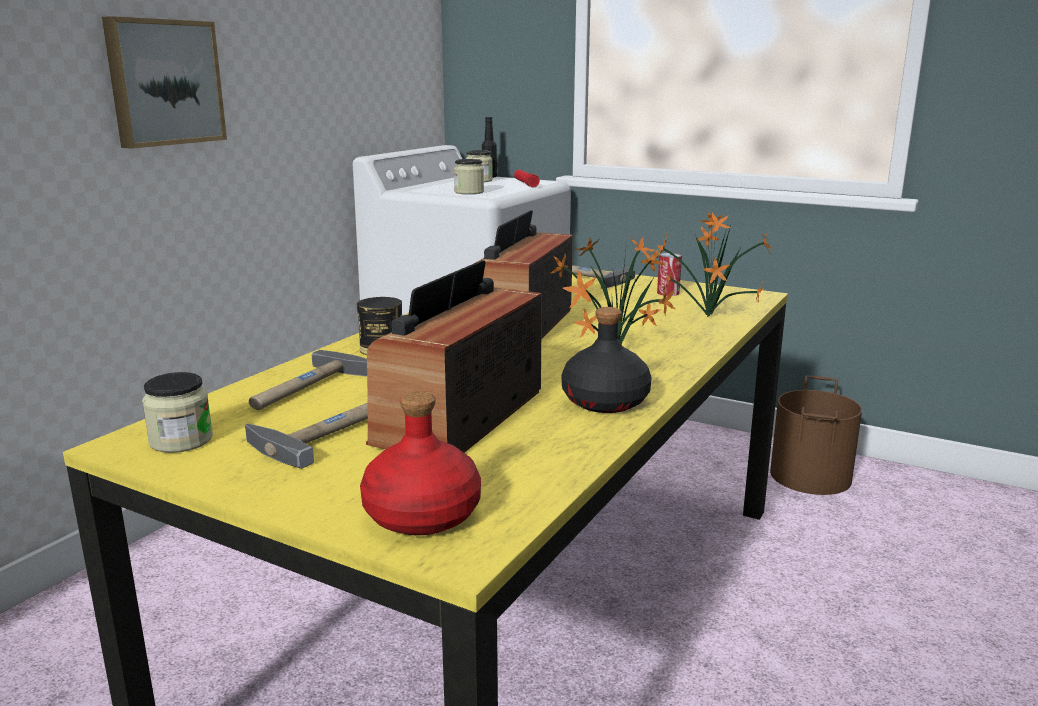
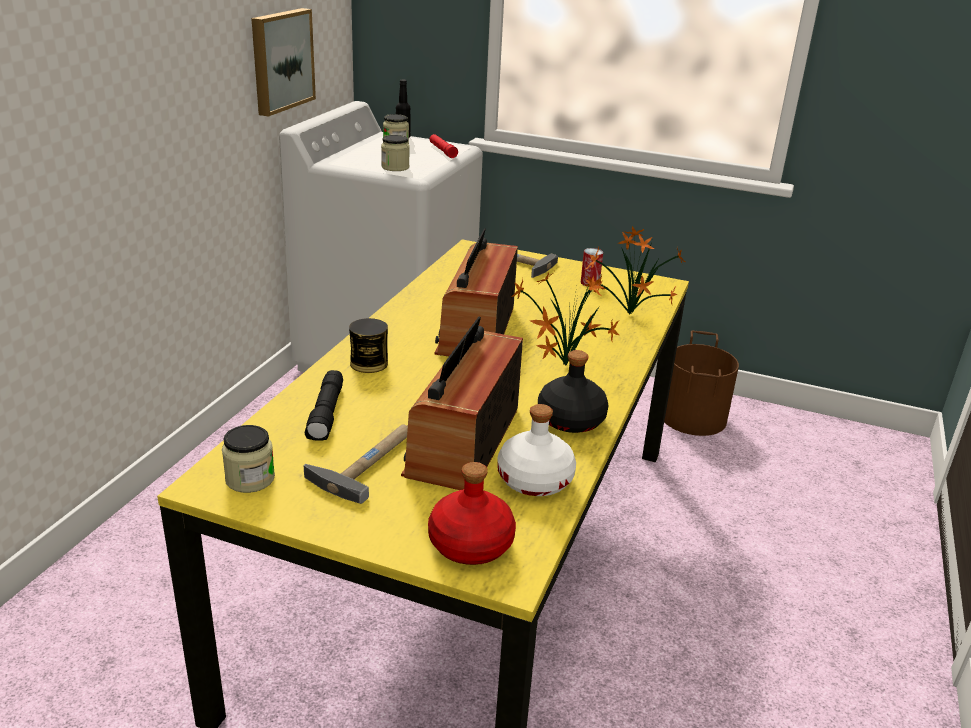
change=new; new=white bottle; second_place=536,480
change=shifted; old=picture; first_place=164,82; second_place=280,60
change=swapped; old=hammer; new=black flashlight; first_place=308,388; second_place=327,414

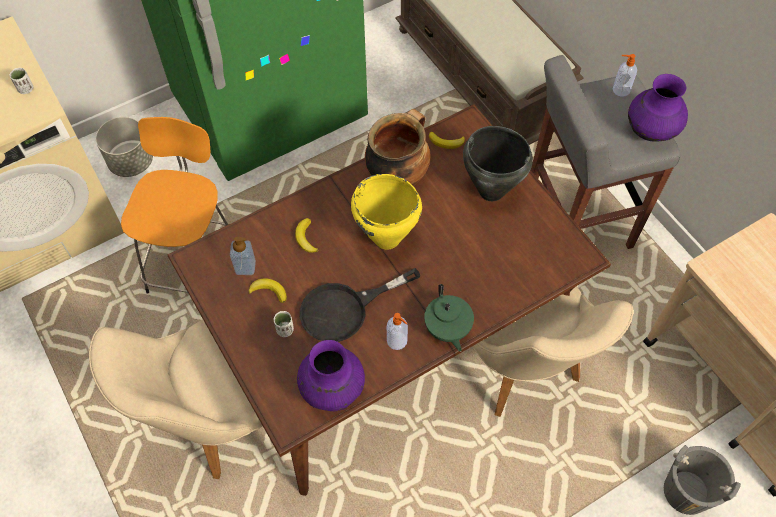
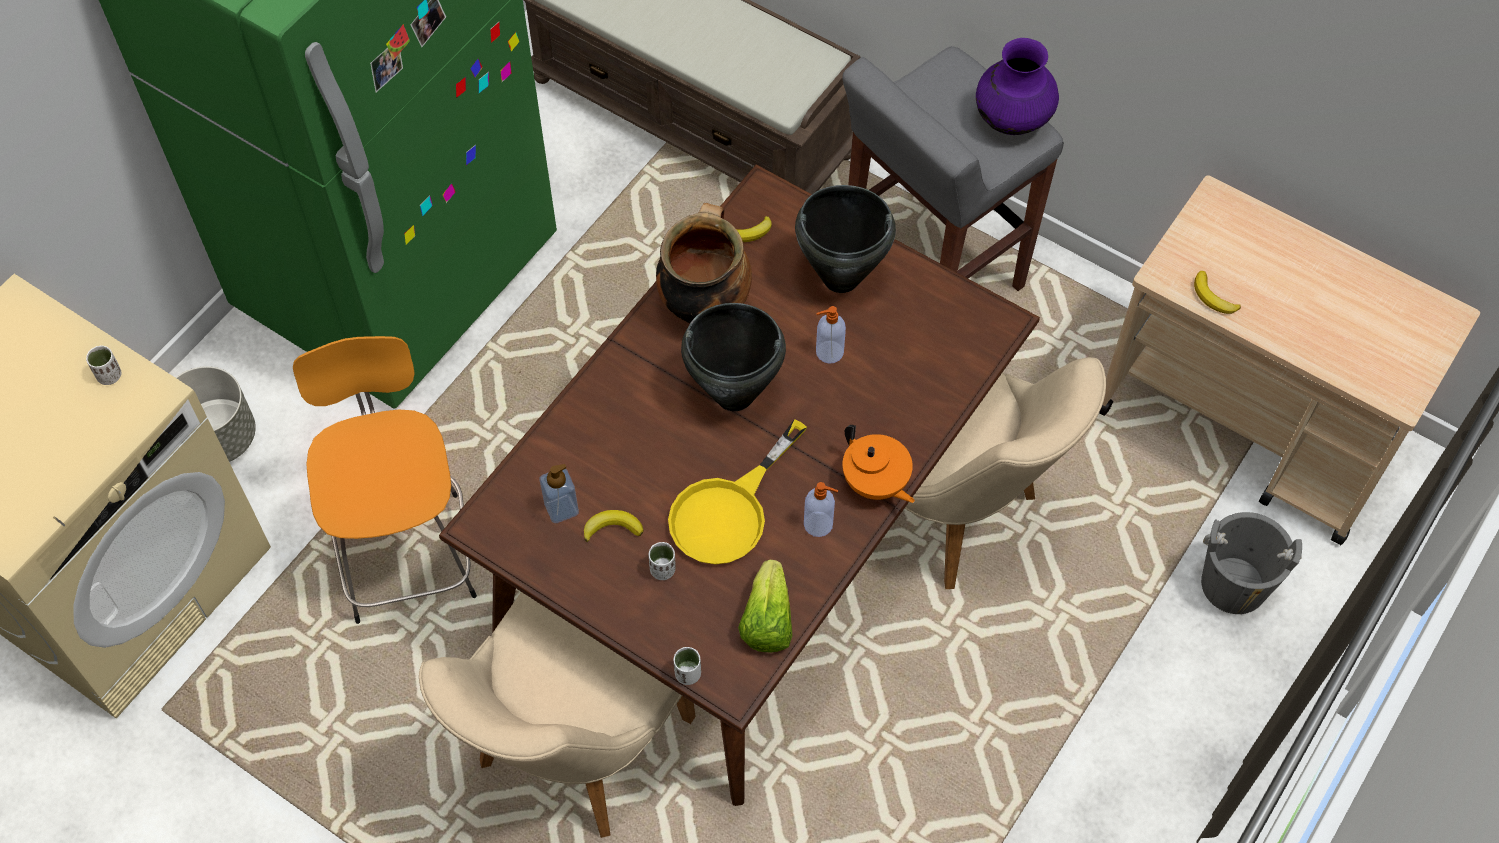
change=new; new=white cup; second_place=688,674
change=shifted; old=banana; first_place=306,238; second_place=1213,297
change=shifted; old=soap dispenser; first_place=620,90; second_place=828,352
change=swapped; old=purple vase; new=lettuce; first_place=332,390; second_place=767,620
change=repainted; old=black frying pan; new=yellow frying pan; first_place=345,309; second_place=729,511
change=repainted; old=yellow cooking pot; new=black cooking pot; first_place=387,239; second_place=735,395
change=repainted; old=green teapot; new=orange teapot; first_place=447,329; second_place=875,483

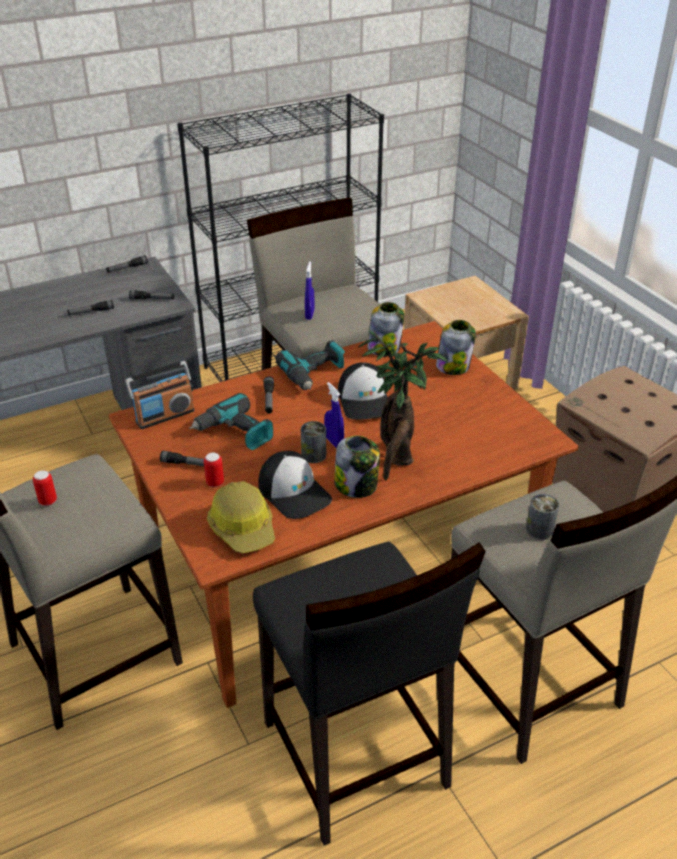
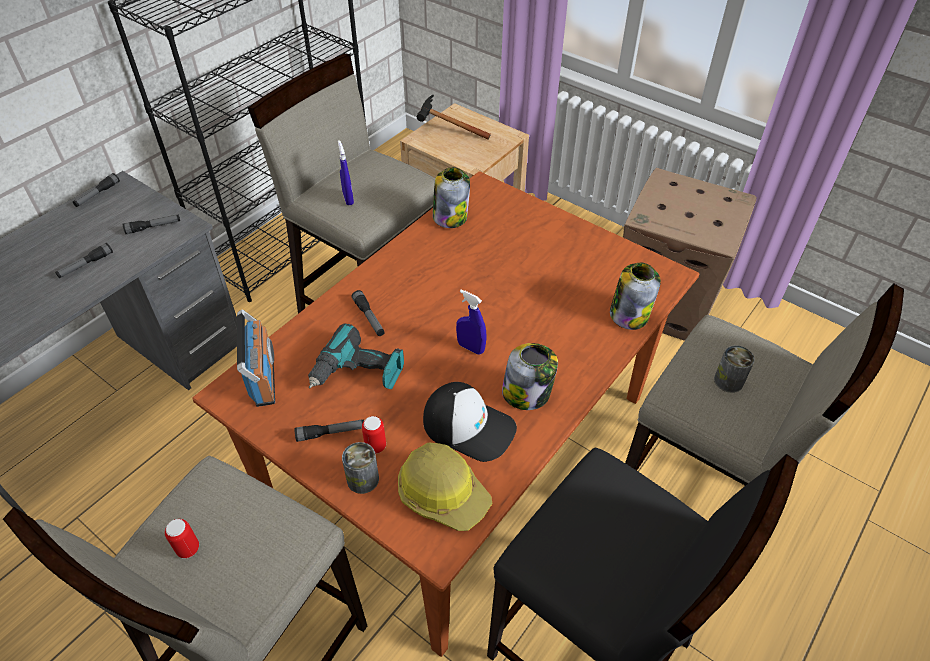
change=gone; old=power drill; first_place=314,374
change=gone; old=cap; first_place=365,400
change=gone; old=potted plant; first_place=396,457
change=new; new=hammer; second_place=445,130
change=shifted; old=can; first_place=313,455; second_place=363,479
change=shifted; old=jar; first_place=453,366; second_place=629,314
change=rotated; old=radio; first_place=165,416; second_place=263,378; degrees=-45

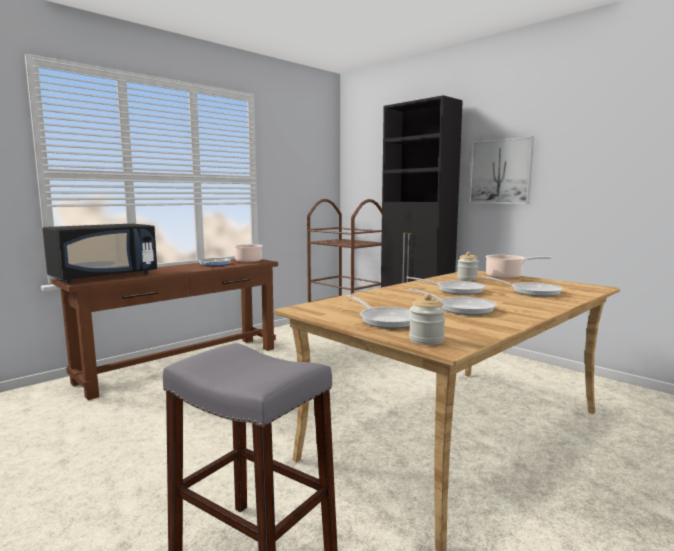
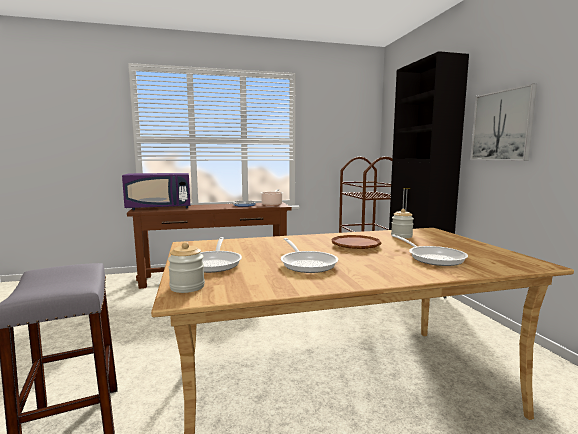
change=gone; old=cooking pot; first_place=506,277
change=swapped; old=frying pan; new=brown plate; first_place=455,290; second_place=355,245
change=repainted; old=black microwave; new=purple microwave; first_place=104,276; second_place=160,208

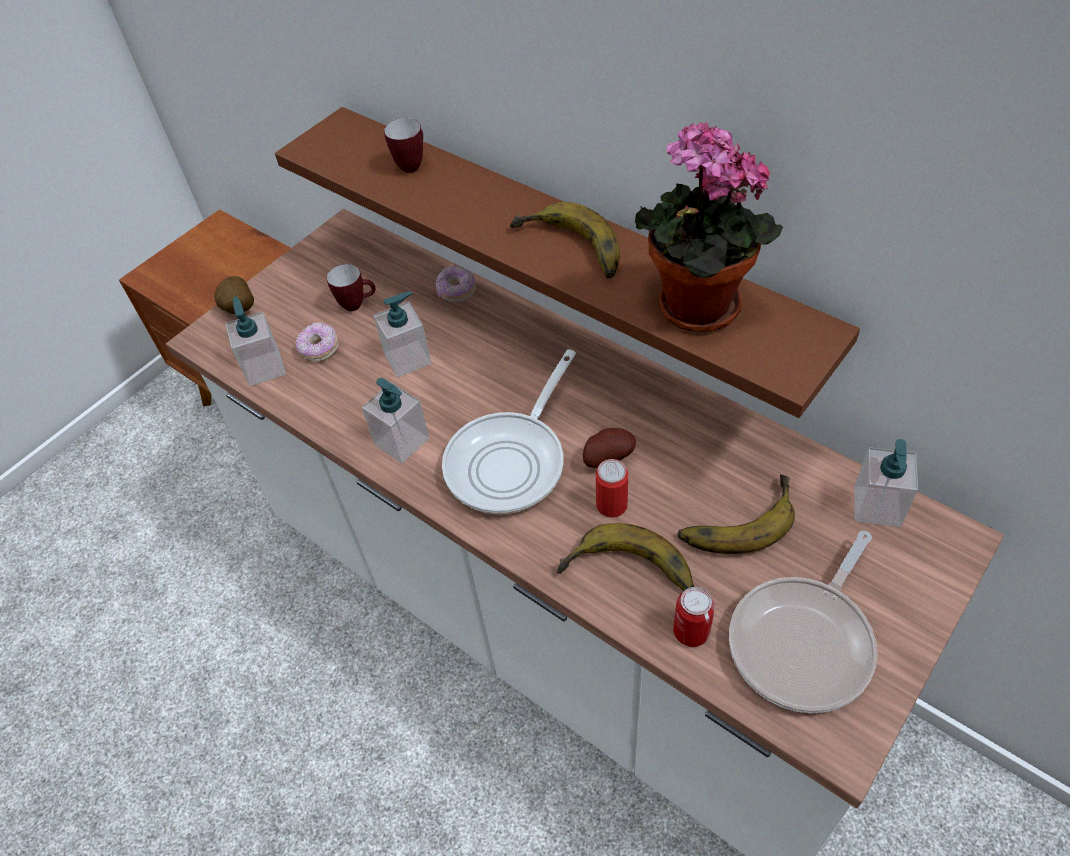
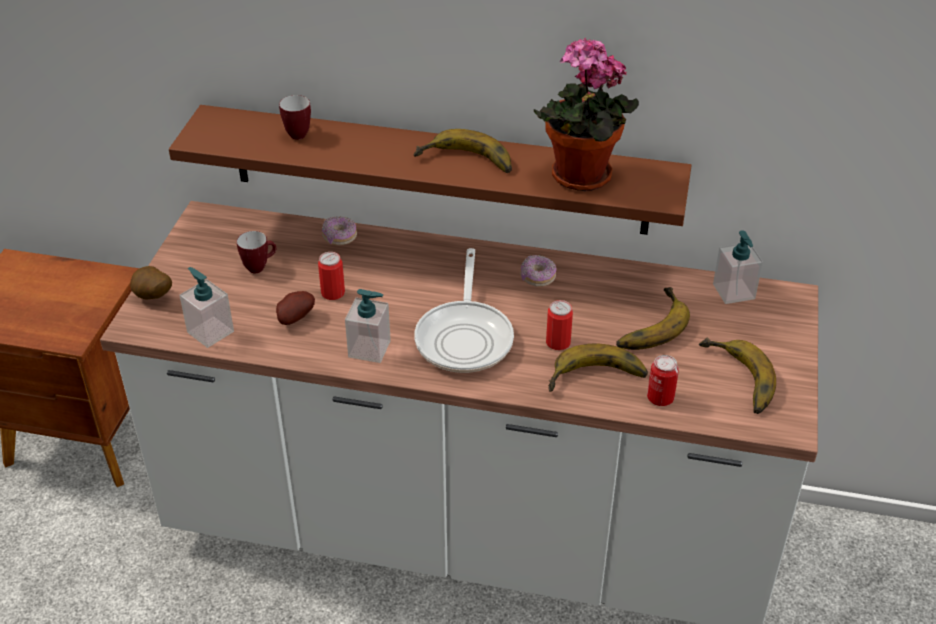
change=shifted; old=donut; first_place=319,349; second_place=537,277
change=shifted; old=potato; first_place=607,457; second_place=294,318
change=swapped; old=soap dispenser; new=can; first_place=408,358; second_place=333,293
change=swapped; old=frying pan; new=banana; first_place=804,642; second_place=734,380

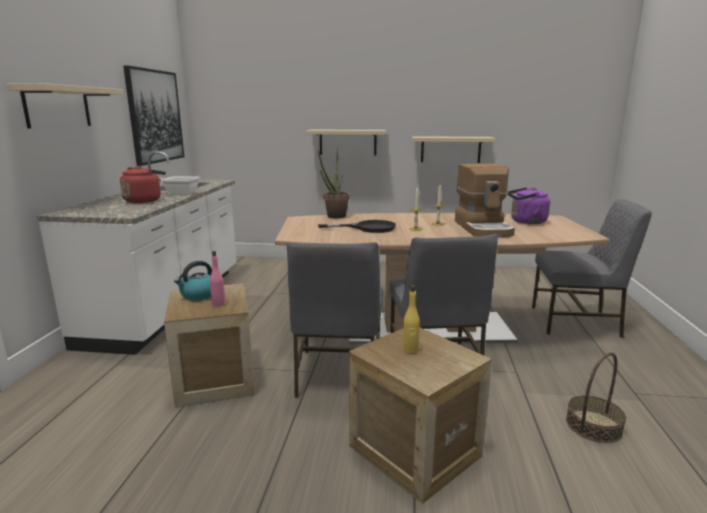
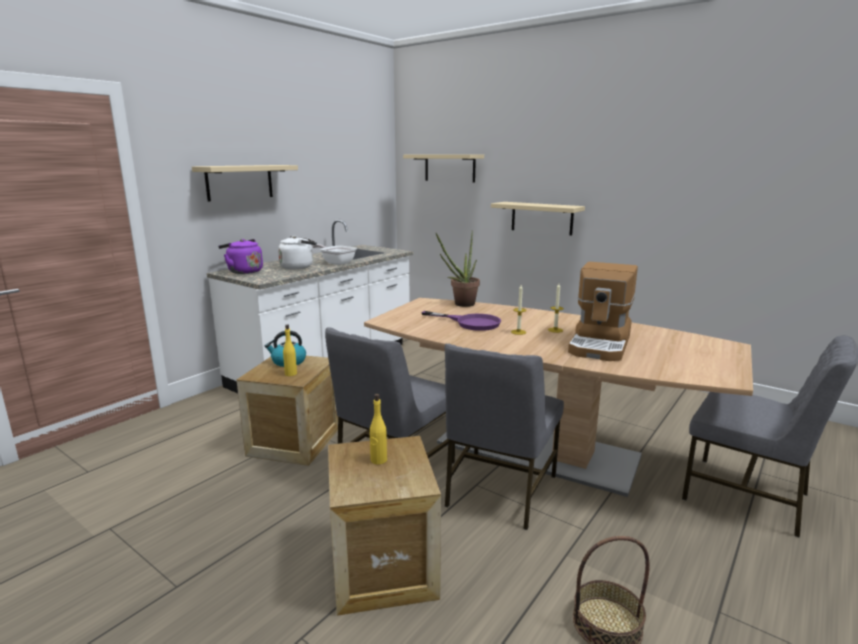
change=gone; old=picture; first_place=155,116
change=shifted; old=beige shelf; first_place=450,149; second_place=449,168
change=shifted; old=purple kettle; first_place=526,222; second_place=243,271
change=repainted; old=red kettle; new=white kettle; first_place=144,200; second_place=298,267
change=repainted; old=pink bottle; new=yellow bottle; first_place=218,304; second_place=291,374
change=repainted; old=black frying pan; new=purple frying pan; first_place=368,228; second_place=470,323

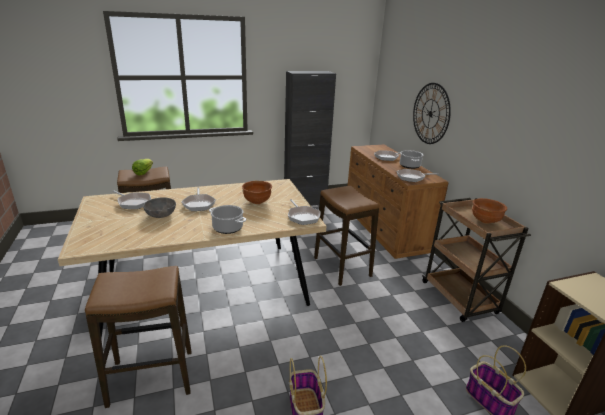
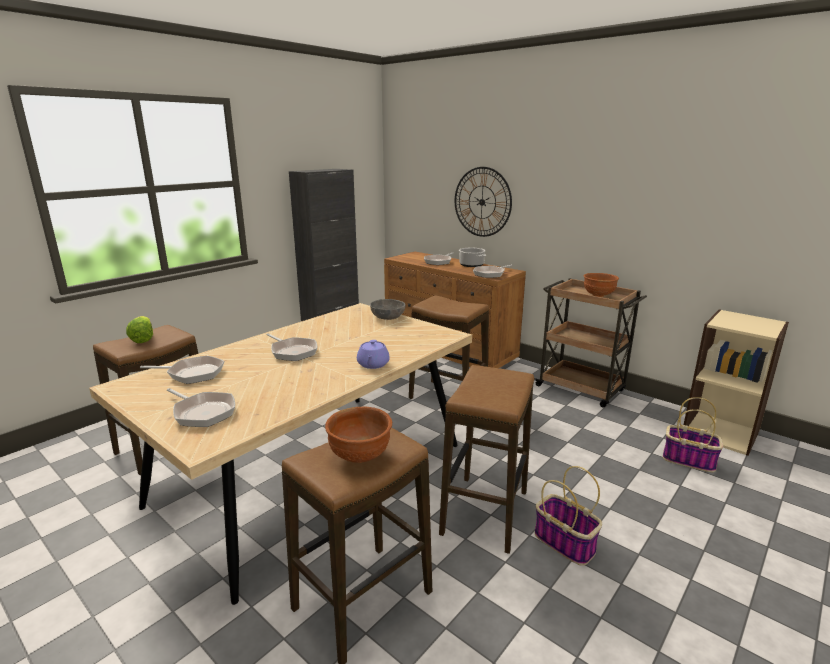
change=new; new=stool; second_place=485,513
change=shifted; old=grey bowl; first_place=160,215; second_place=387,318
change=shifted; old=brown bowl; first_place=257,202; second_place=360,457
change=shifted; old=frying pan; first_place=303,216; second_place=202,412
change=swapped; old=cooking pot; new=purple teapot; first_place=228,228; second_place=373,364

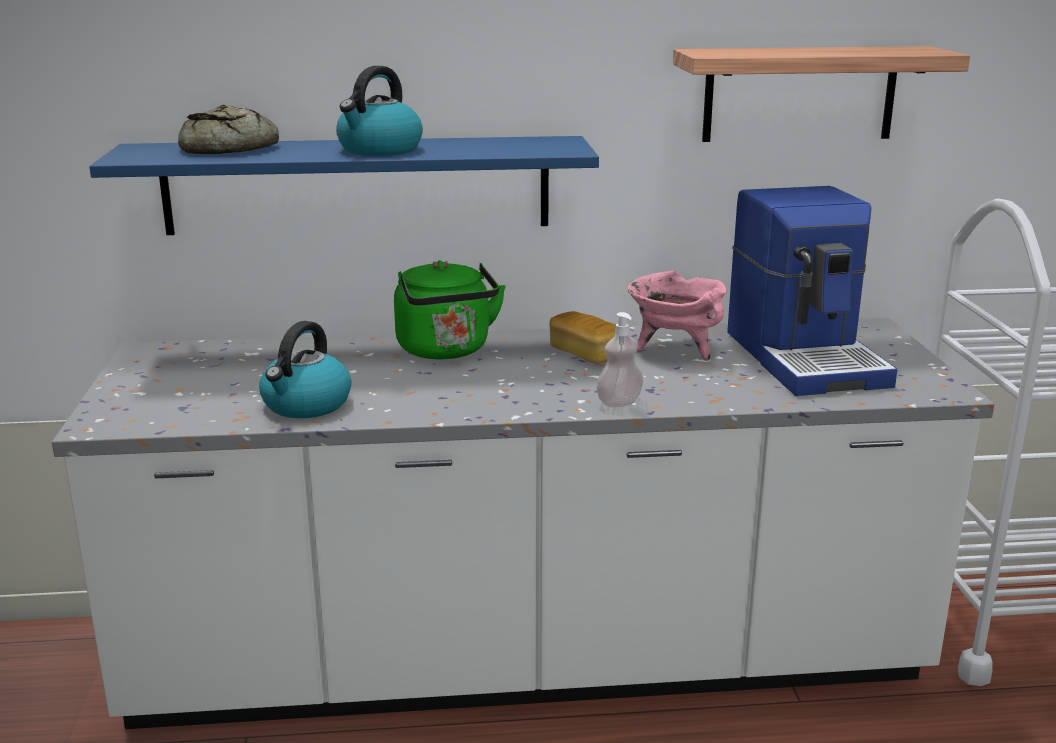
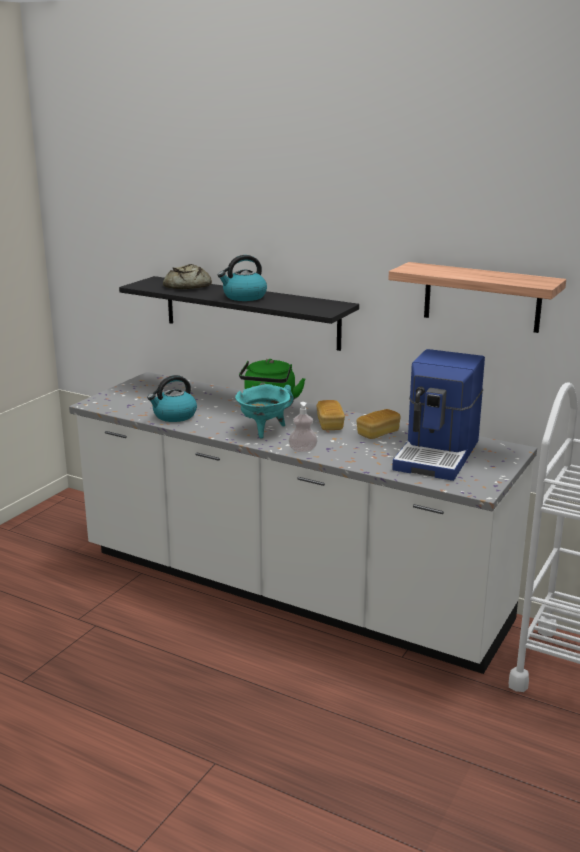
change=new; new=turquoise cooking pot; second_place=263,430
change=swapped; old=pink cooking pot; new=bread; first_place=675,349; second_place=378,433
change=repainted; old=blue shelf; new=black shelf; first_place=357,185; second_place=250,312

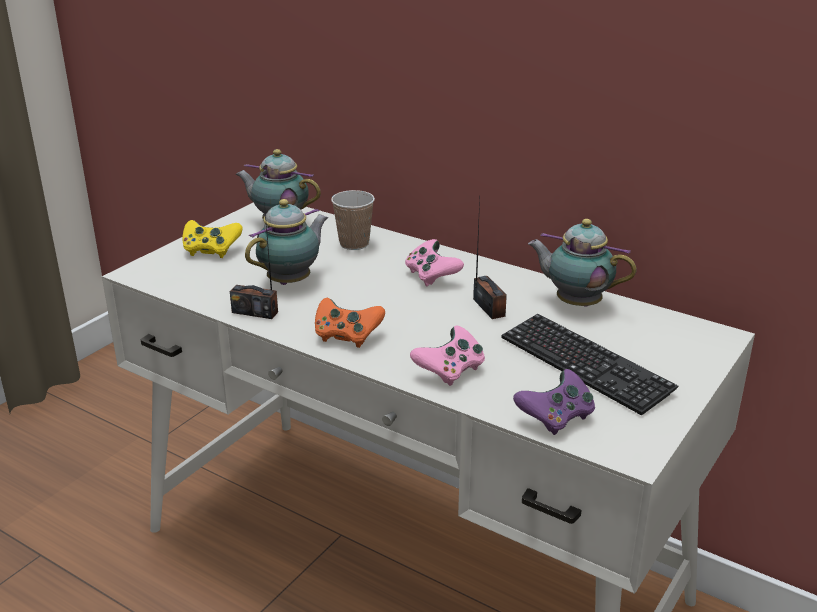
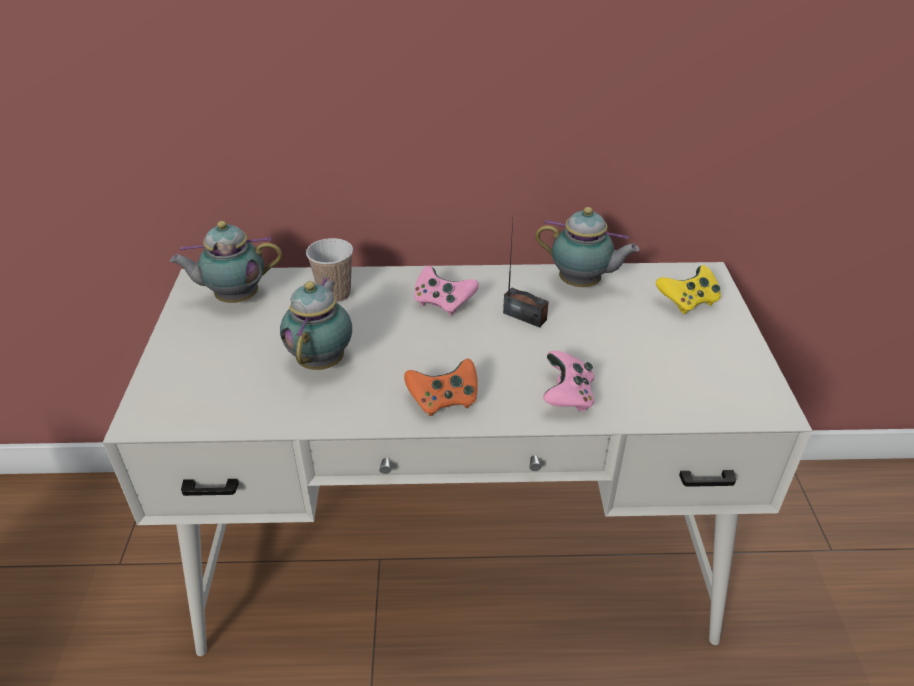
change=gone; old=radio; first_place=255,312
change=gone; old=keyboard; first_place=585,365
change=gone; old=purple game controller; first_place=556,418
change=shifted; old=yellow game controller; first_place=211,251; second_place=687,302
change=rotated; old=teapot; first_place=575,303; second_place=582,284; degrees=-150

